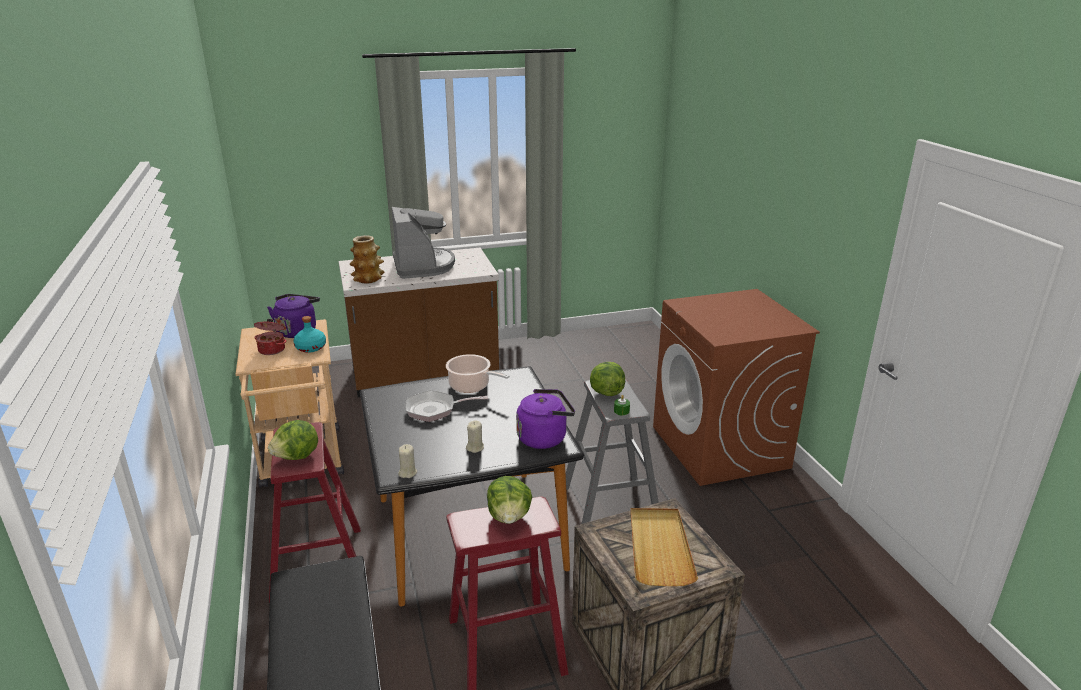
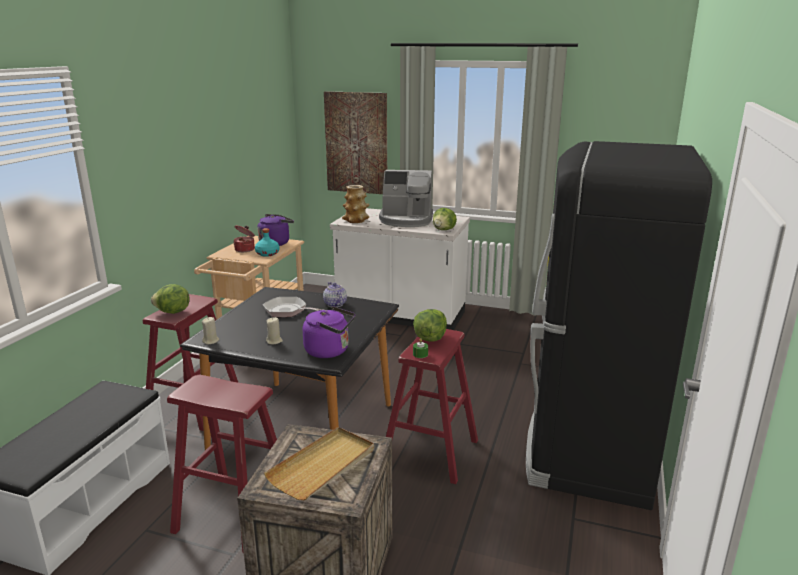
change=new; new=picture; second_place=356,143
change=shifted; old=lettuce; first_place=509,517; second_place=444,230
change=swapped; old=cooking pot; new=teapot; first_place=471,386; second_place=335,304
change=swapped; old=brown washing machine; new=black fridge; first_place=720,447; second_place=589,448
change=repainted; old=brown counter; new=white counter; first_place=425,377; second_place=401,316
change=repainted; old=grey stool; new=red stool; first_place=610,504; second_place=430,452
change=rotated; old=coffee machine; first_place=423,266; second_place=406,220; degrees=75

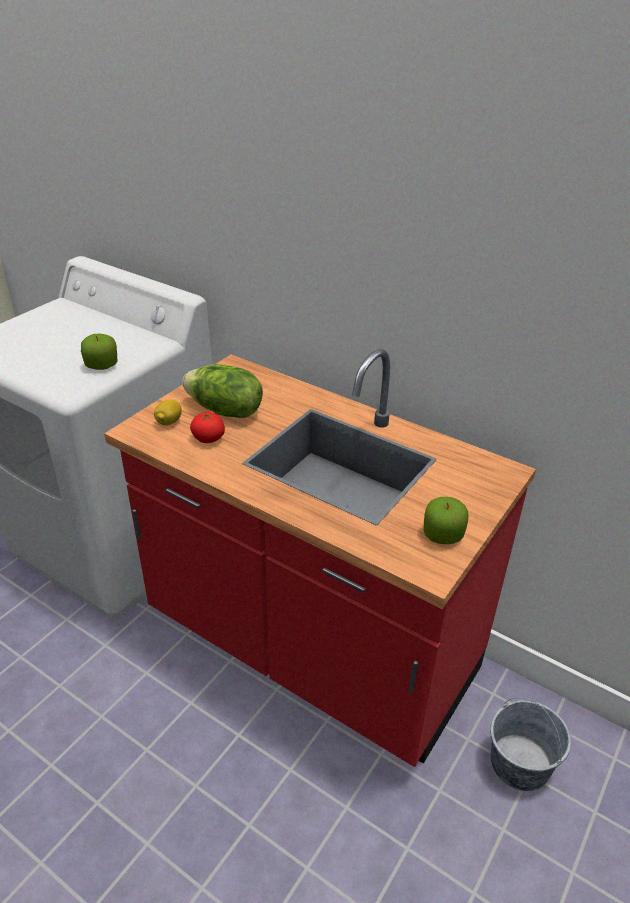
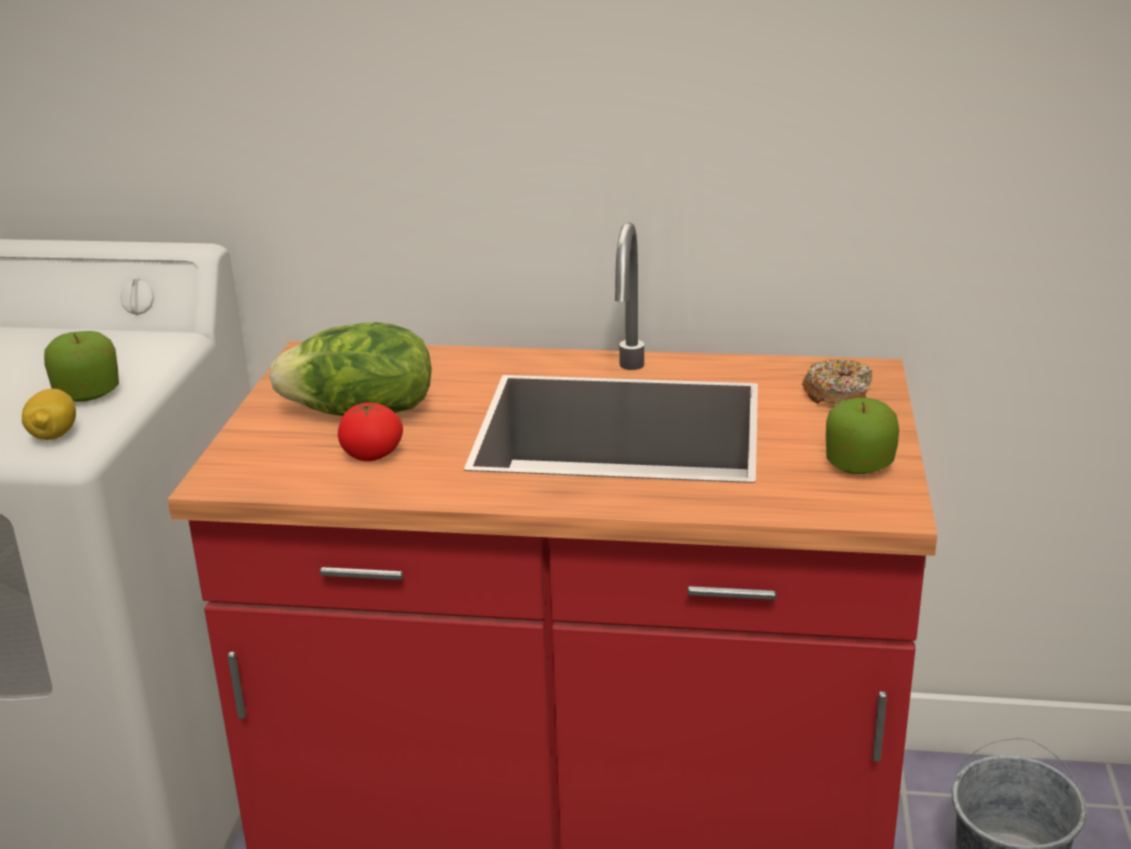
change=new; new=donut; second_place=837,394
change=shifted; old=lemon; first_place=169,422; second_place=54,436

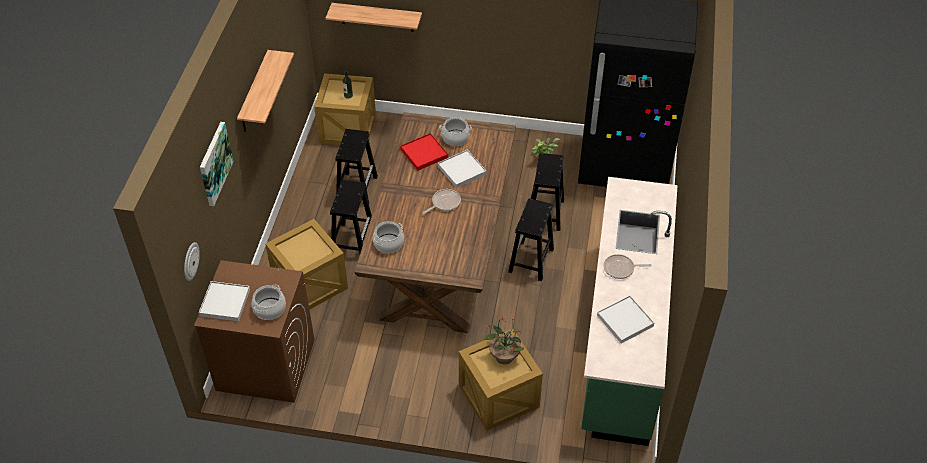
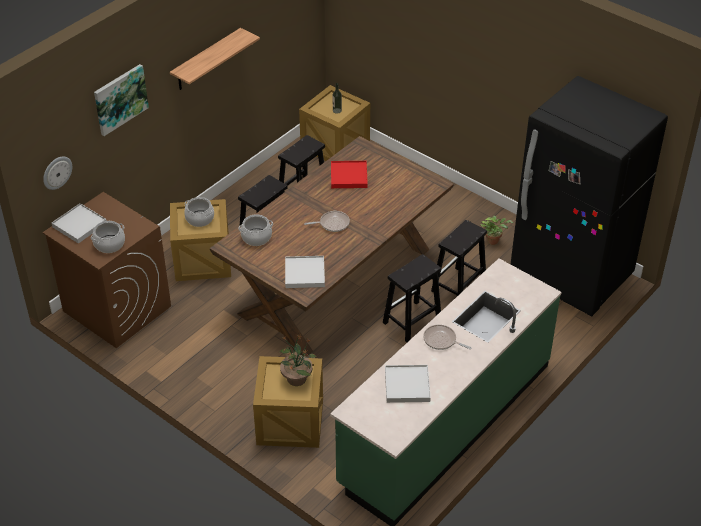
change=gone; old=shelf; first_place=377,17
change=shifted; old=white tray; first_place=461,170; second_place=304,274
change=shifted; old=cooking pot; first_place=455,138; second_place=199,219

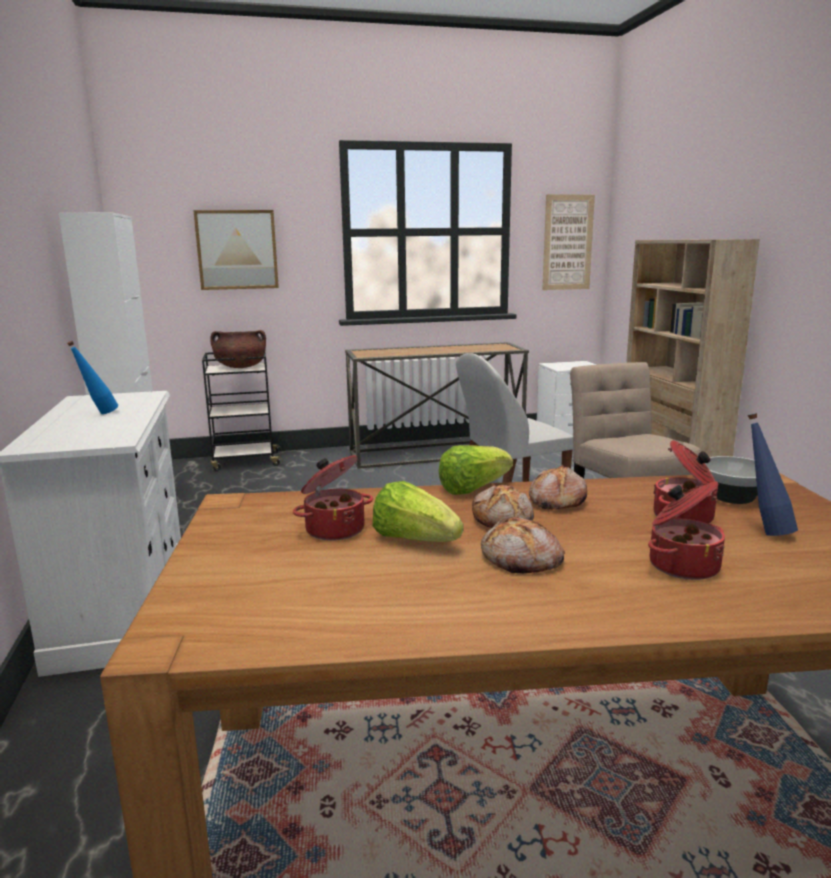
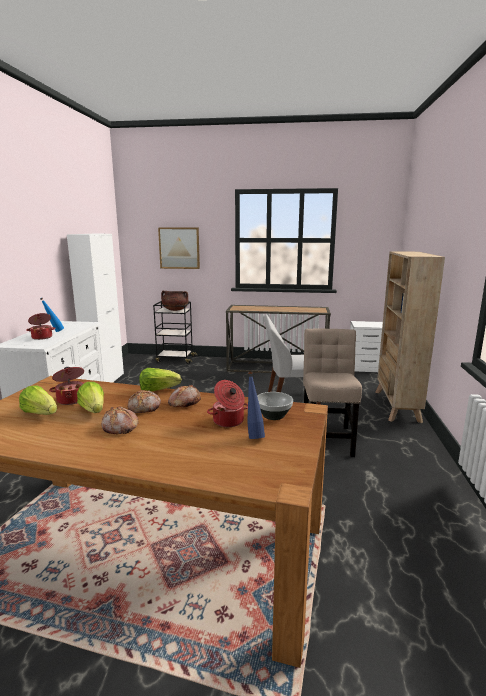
change=gone; old=picture; first_place=567,242
change=new; new=lettuce; second_place=40,414
change=shifted; old=cooking pot; first_place=682,565; second_place=42,337

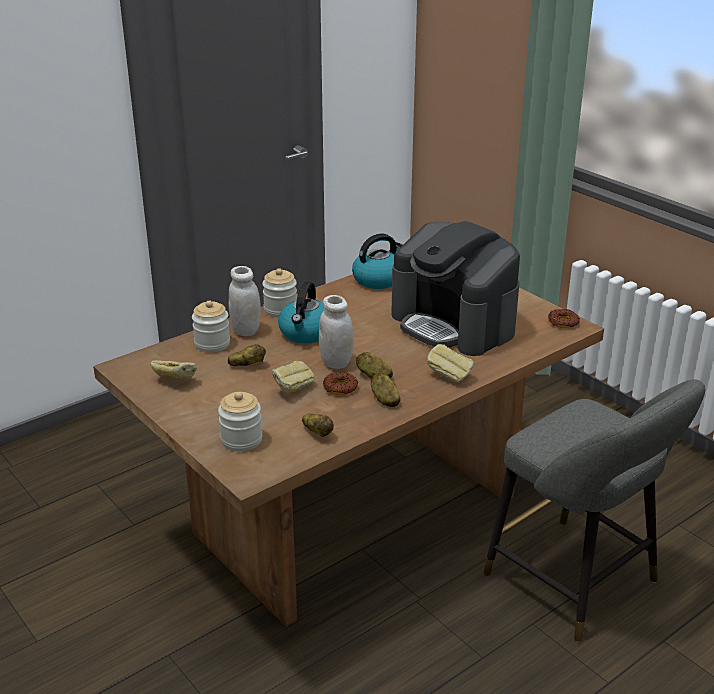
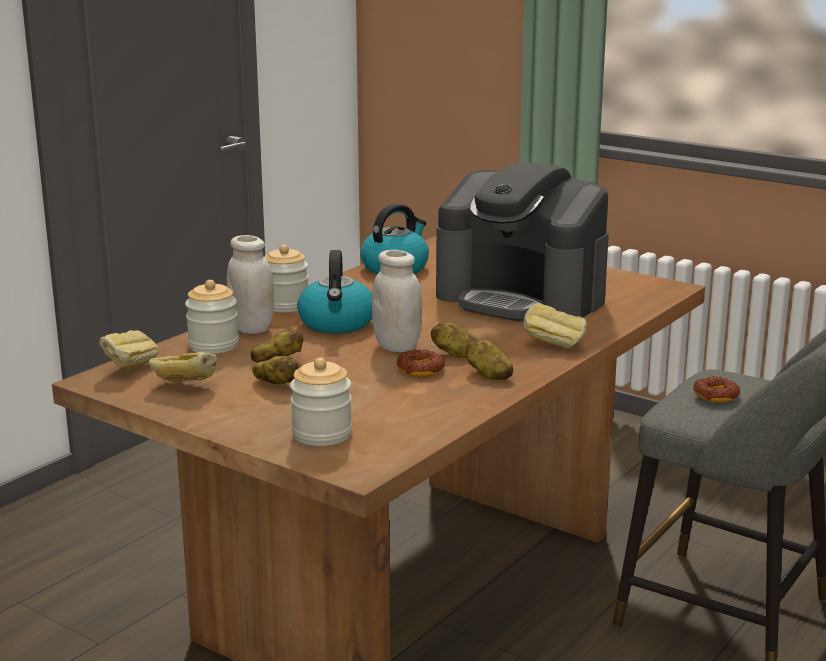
change=shifted; old=bread; first_place=293,390; second_place=130,368
change=shifted; old=potato; first_place=318,433; second_place=277,384
change=shifted; old=donut; first_place=563,322; second_place=716,395

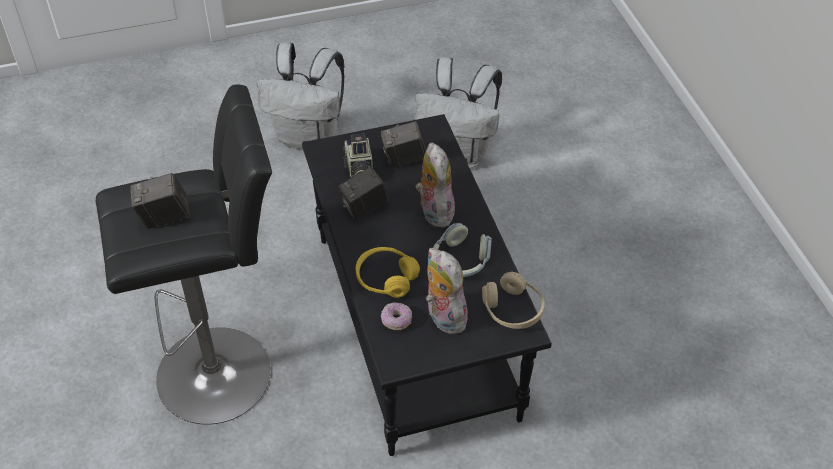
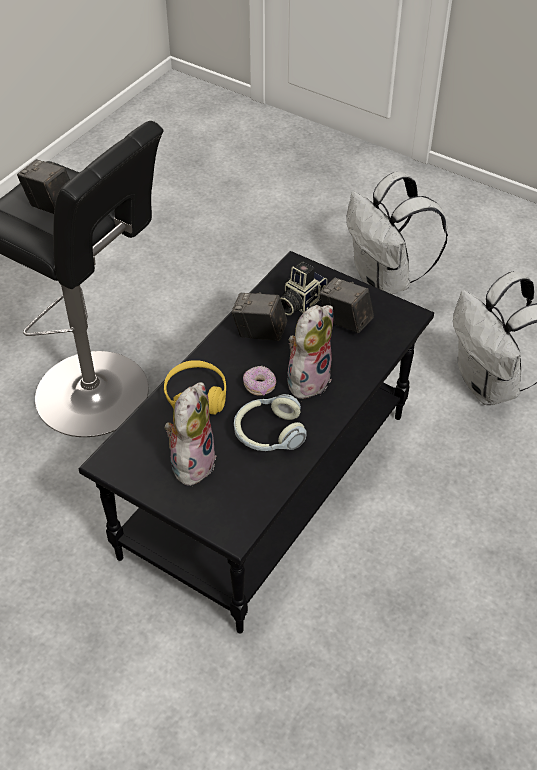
change=gone; old=beige headphones; first_place=512,309
change=shifted; old=donut; first_place=396,321; second_place=259,386

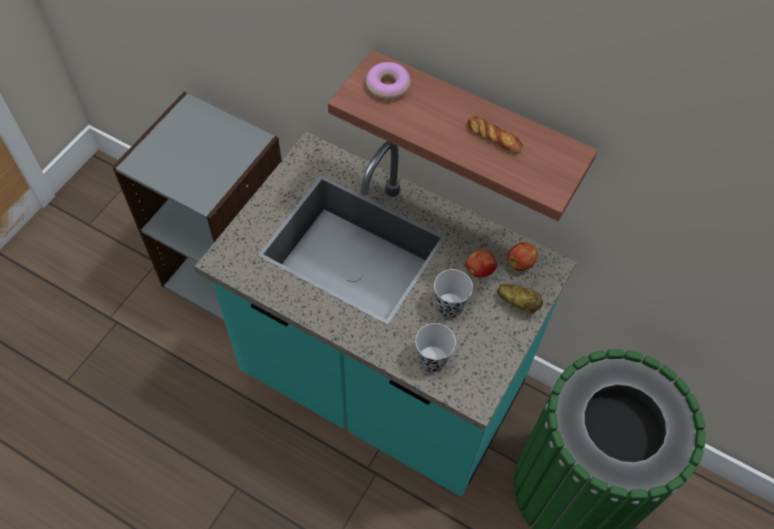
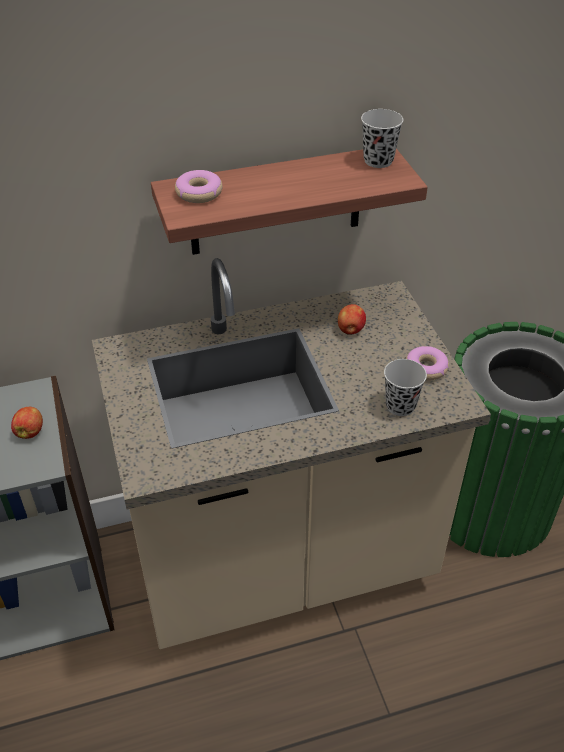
change=gone; old=bread; first_place=493,137
change=gone; old=potato; first_place=518,303
change=new; new=donut; second_place=426,368
change=shifted; old=black cup; first_place=449,306; second_place=378,161
change=shifted; old=apple; first_place=521,263; second_place=30,432
change=repainted; old=turquoise counter; new=beige counter; first_place=381,385; second_place=282,563

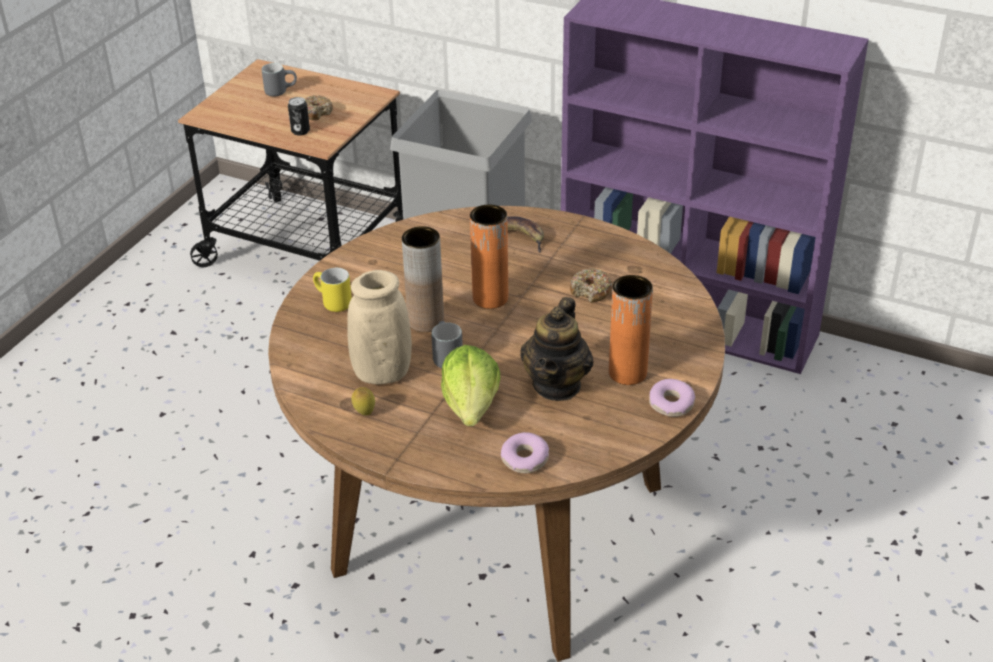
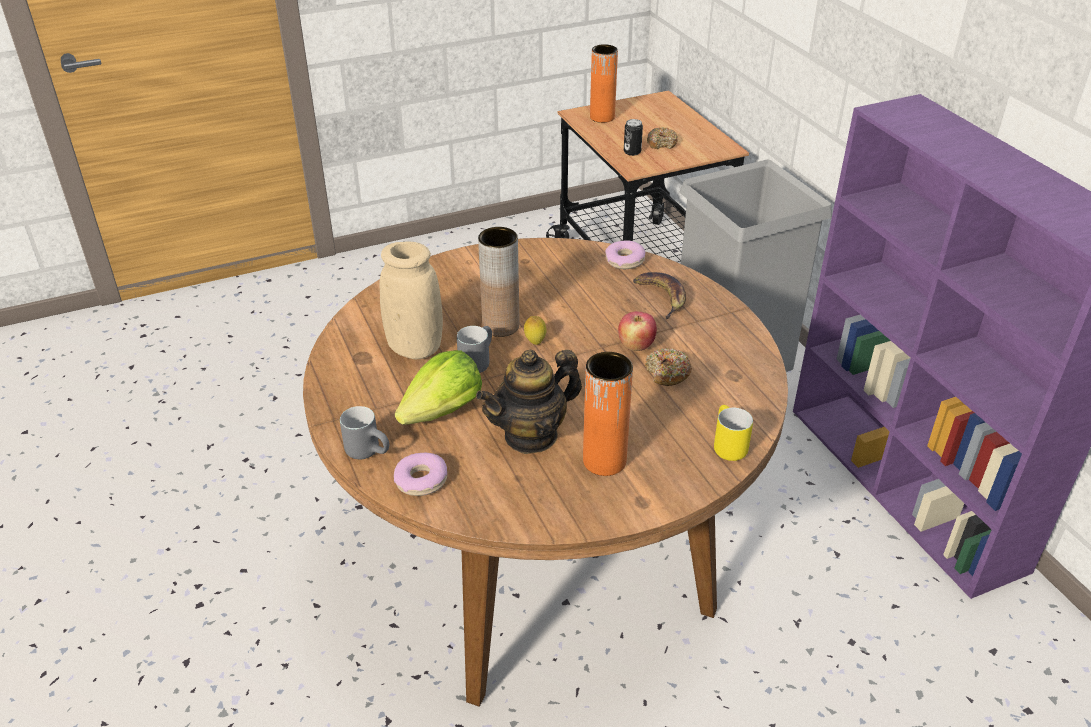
change=new; new=apple; second_place=636,346
change=shifted; old=grey mug; first_place=280,91; second_place=370,451
change=shifted; old=yellow mug; first_place=331,303; second_place=725,445
change=shifted; old=lemon; first_place=364,413; second_place=535,342
change=shifted; old=orange vase; first_place=490,298; second_place=602,117
change=shifted; old=donut; first_place=671,404; second_place=624,261

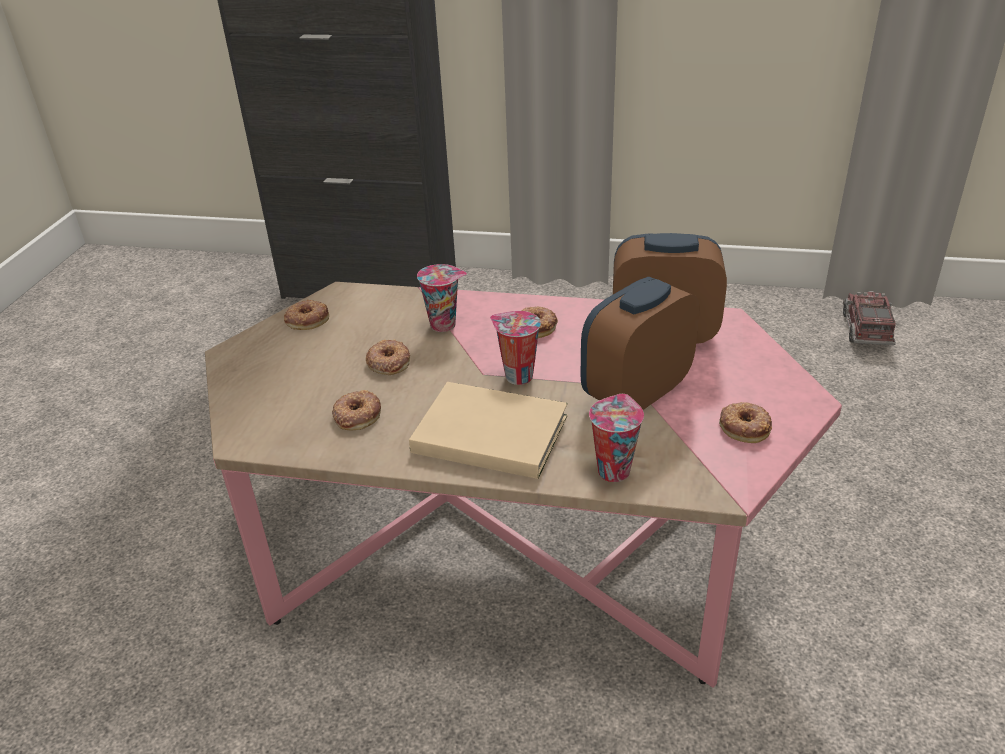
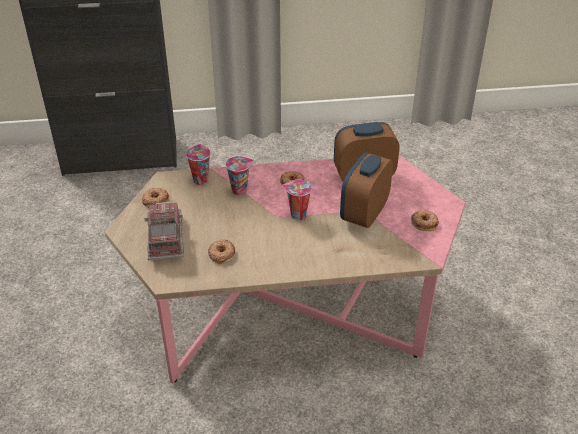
change=gone; old=donut; first_place=388,362
change=gone; old=beige book; first_place=487,432
change=shifted; old=cup; first_place=613,469; second_place=200,179
change=shifted; old=toy truck; first_place=866,329; second_place=166,239

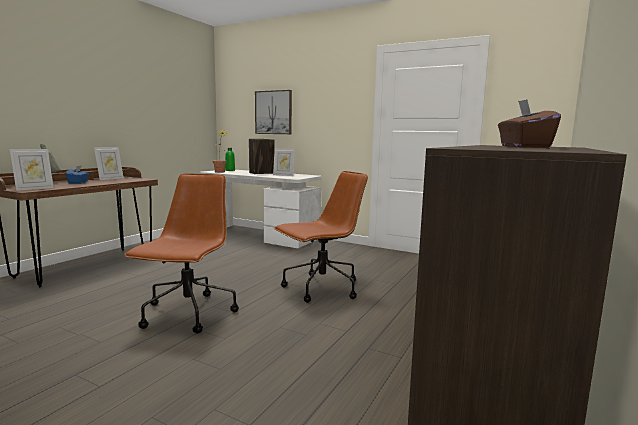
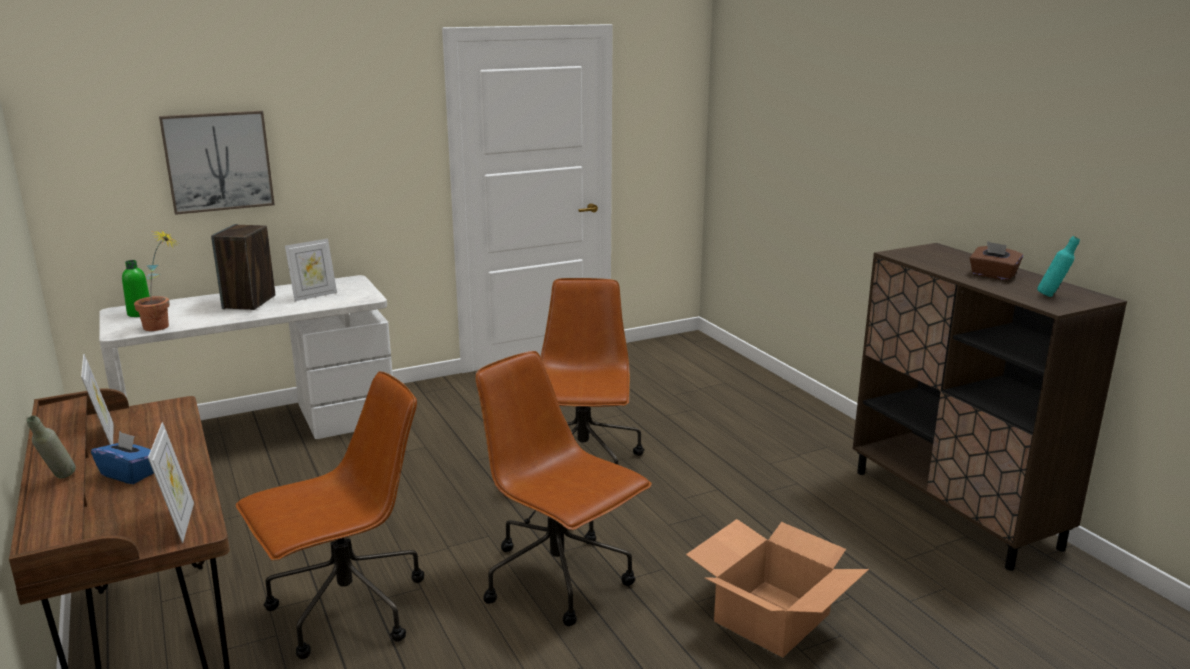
change=new; new=brown office chair; second_place=345,610
change=new; new=cardboard box; second_place=770,617
change=new; new=turquoise bottle; second_place=1052,296

